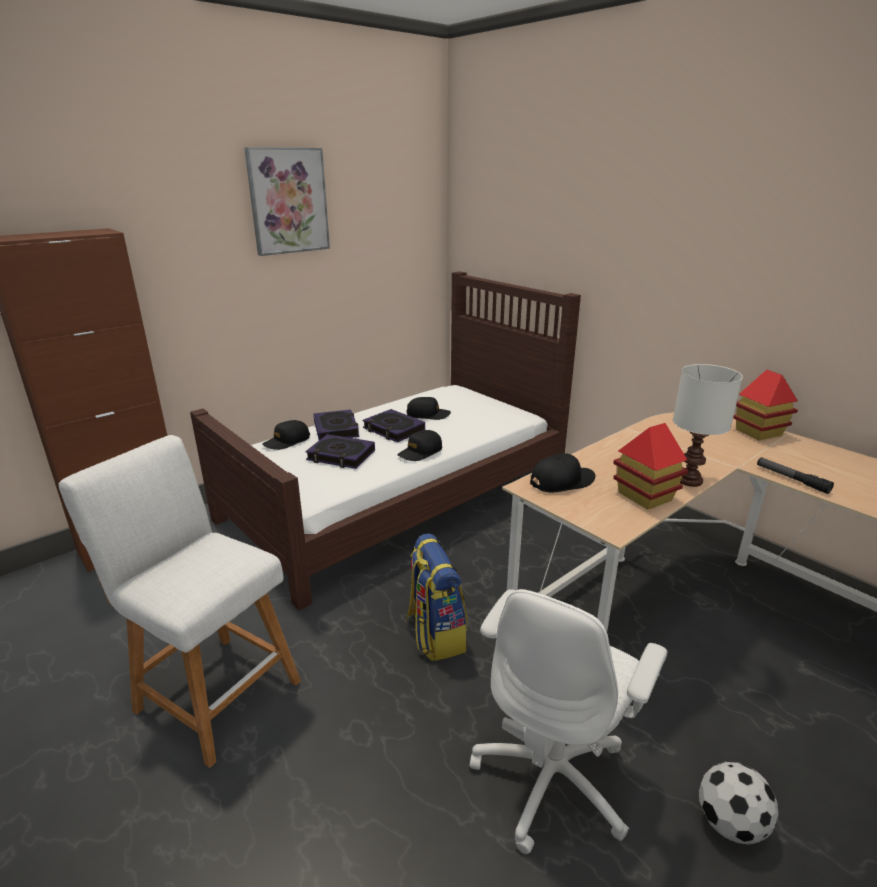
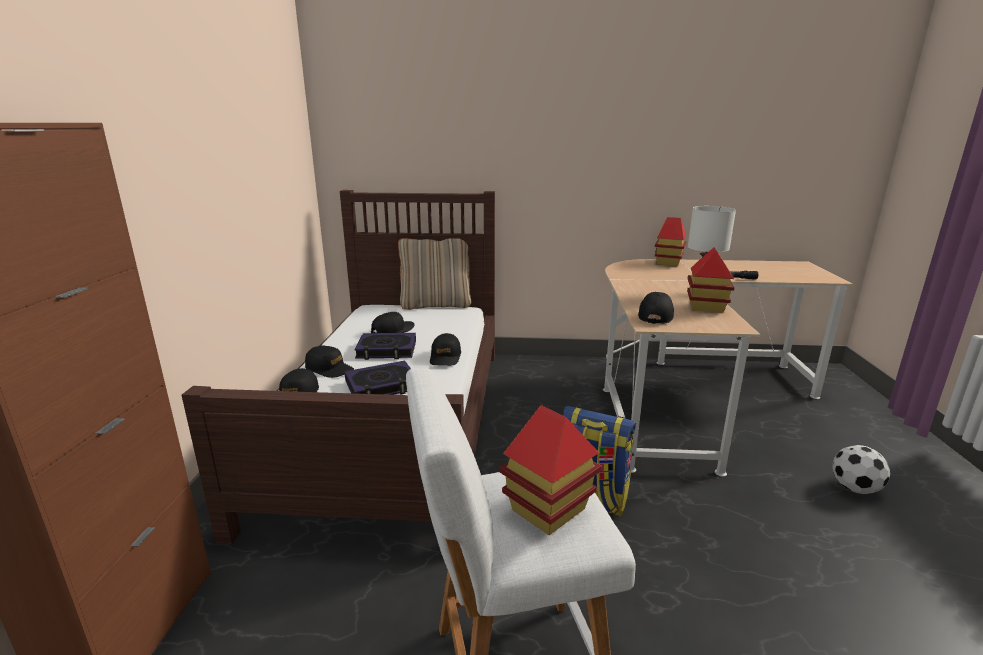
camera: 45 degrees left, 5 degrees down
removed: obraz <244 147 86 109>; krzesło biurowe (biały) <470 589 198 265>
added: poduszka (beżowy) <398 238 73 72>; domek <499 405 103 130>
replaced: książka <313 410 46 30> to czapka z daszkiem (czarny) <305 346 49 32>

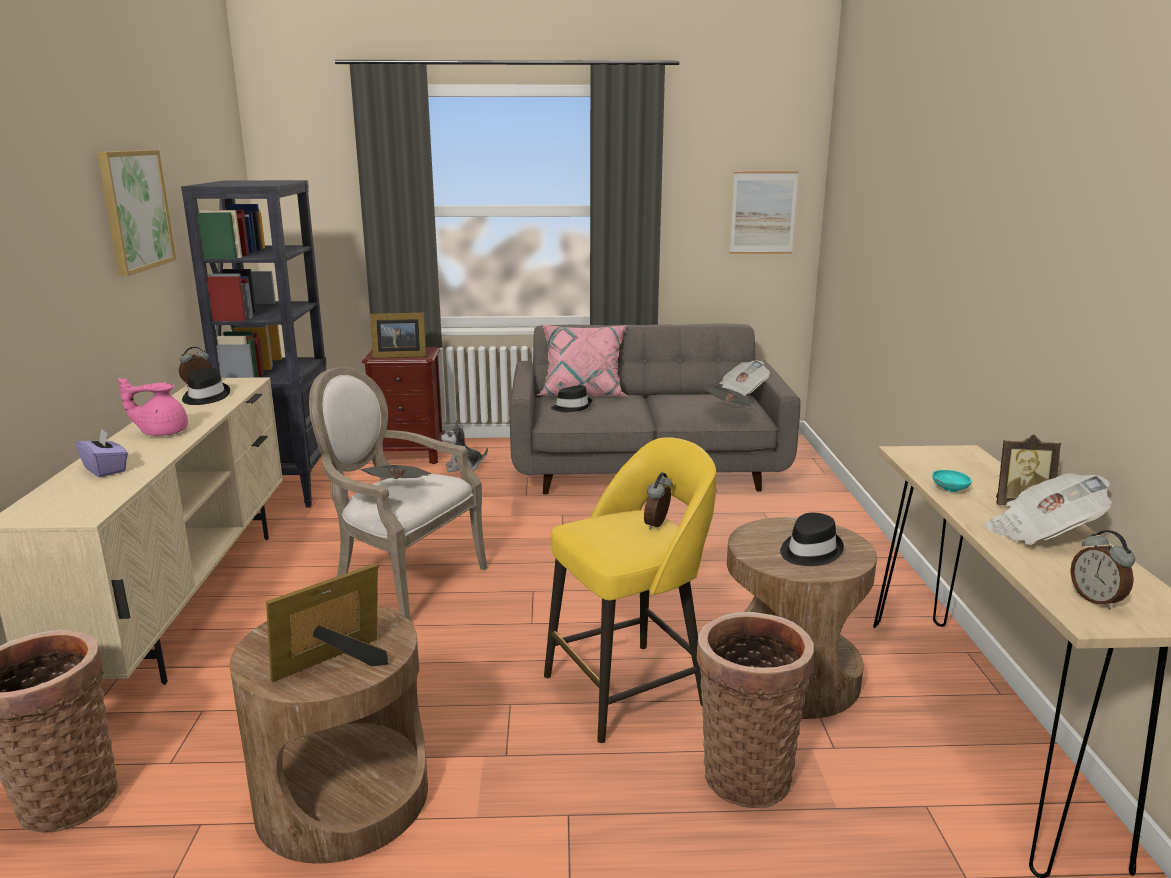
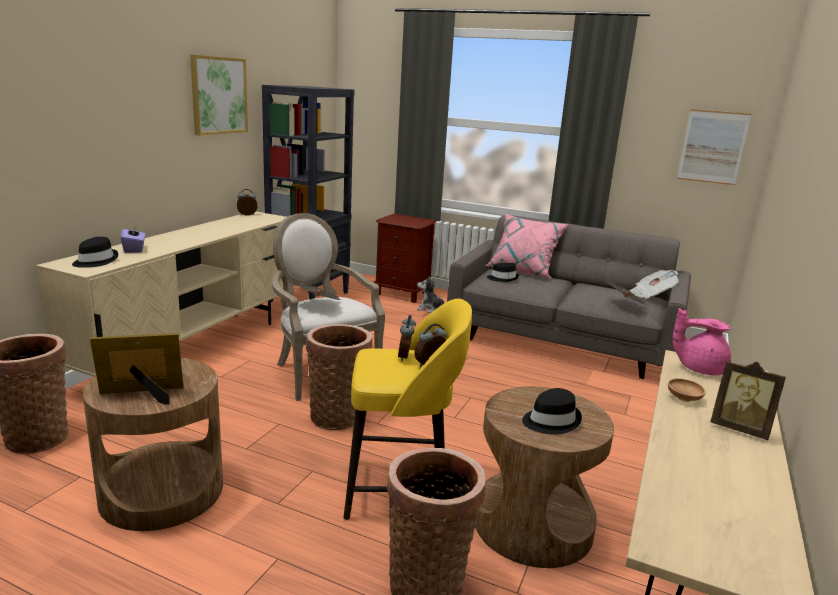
camera: 25 degrees right, 0 degrees up
removed: ramka na zdjęcie <370 312 56 46>; gazeta <985 473 127 72>
added: koszyk <306 324 66 106>
moved: kapelusz (czarny) <182 368 48 37> to <72 237 46 31>; imbryk (różowy) <118 378 70 58> to <673 308 58 68>; budzik <1070 530 65 80> to <398 315 18 46>
recoloured: miska (turkusowy) <932 470 40 22> to miska (brązowy) <668 378 38 24>

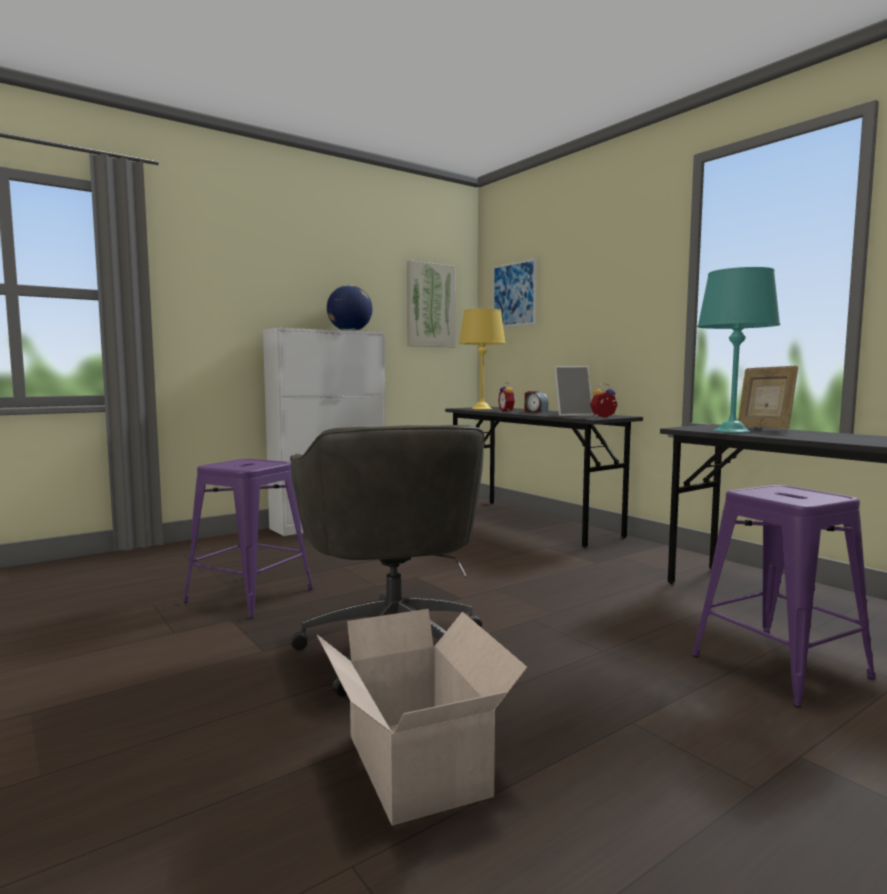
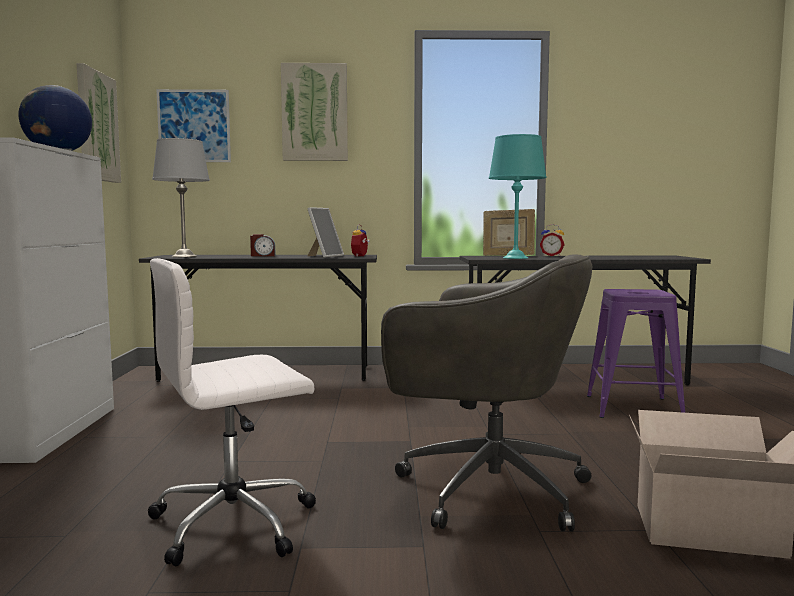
camera: 55 degrees left, 0 degrees up
added: obraz <281 63 67 98>
moved: budzik <498 382 18 30> to <540 224 25 32>
replaced: stołek (fioletowy) <183 459 130 159> to krzesło biurowe (biały) <148 258 168 309>
recoloured: lampa stołowa (żółty) <459 309 47 101> to lampa stołowa (szary) <152 138 58 119>

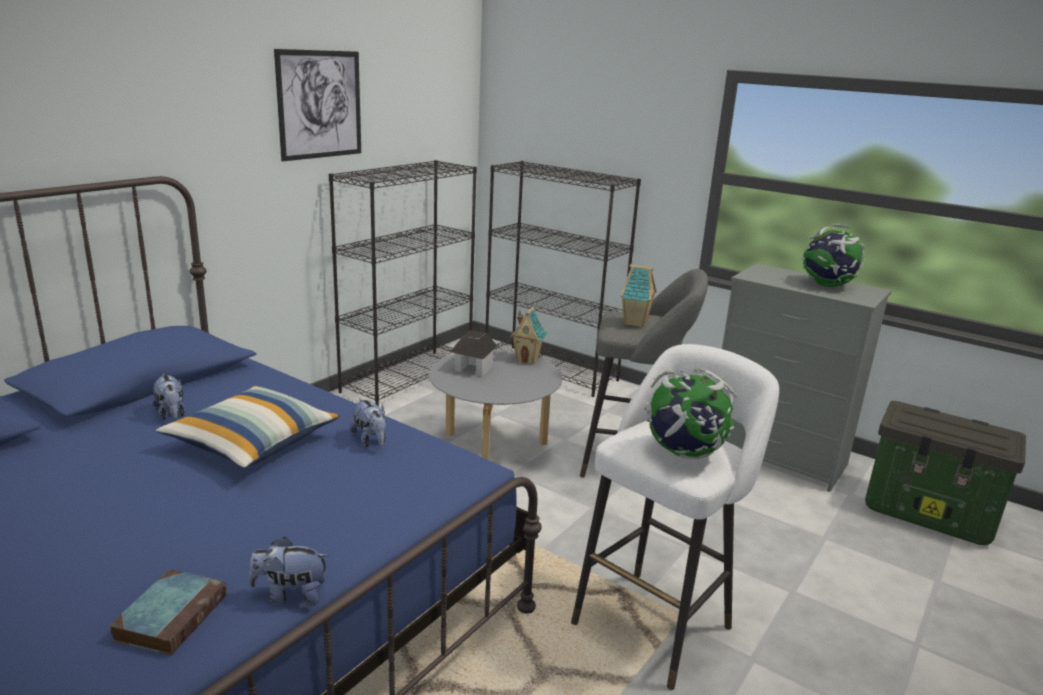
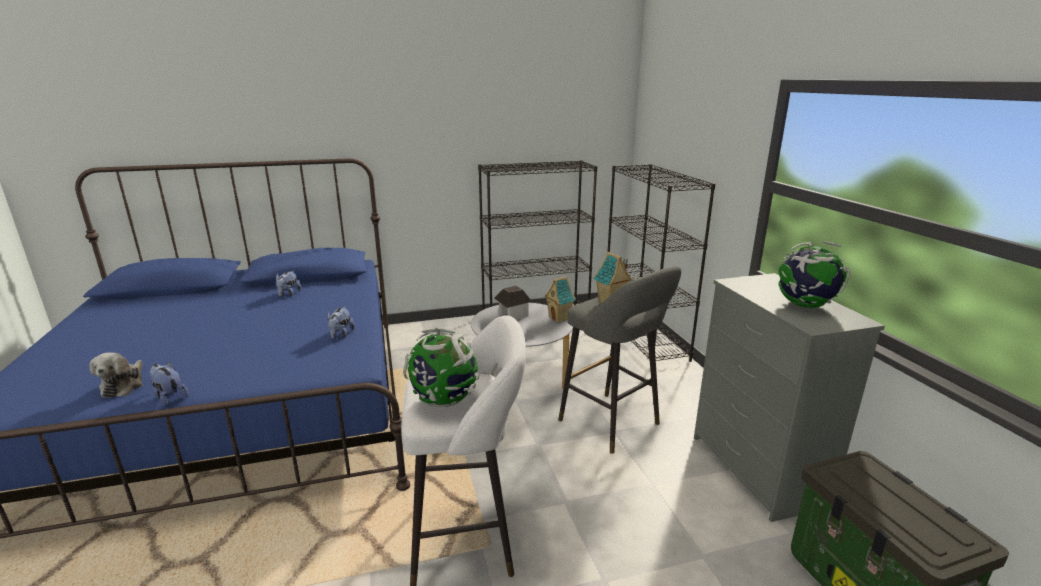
camera: 40 degrees right, 0 degrees up
removed: obraz <274 49 87 112>; poduszka <156 386 184 82>
replaced: książka <109 569 118 87> to pluszak <89 352 54 46>

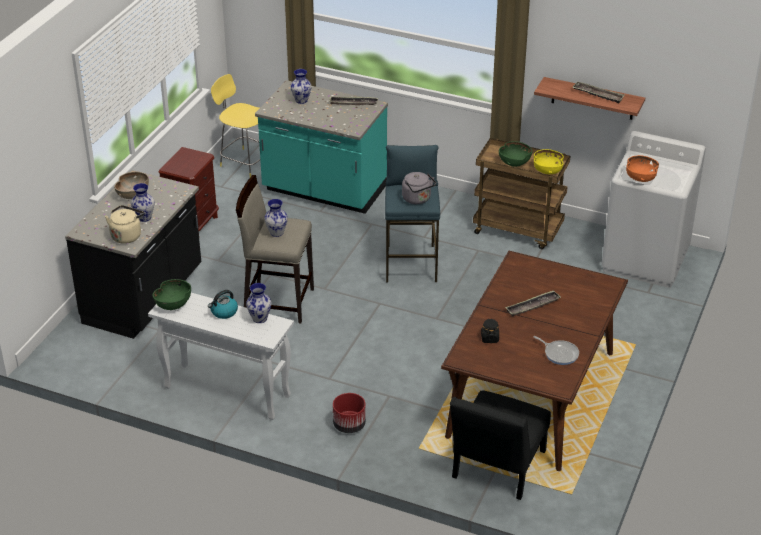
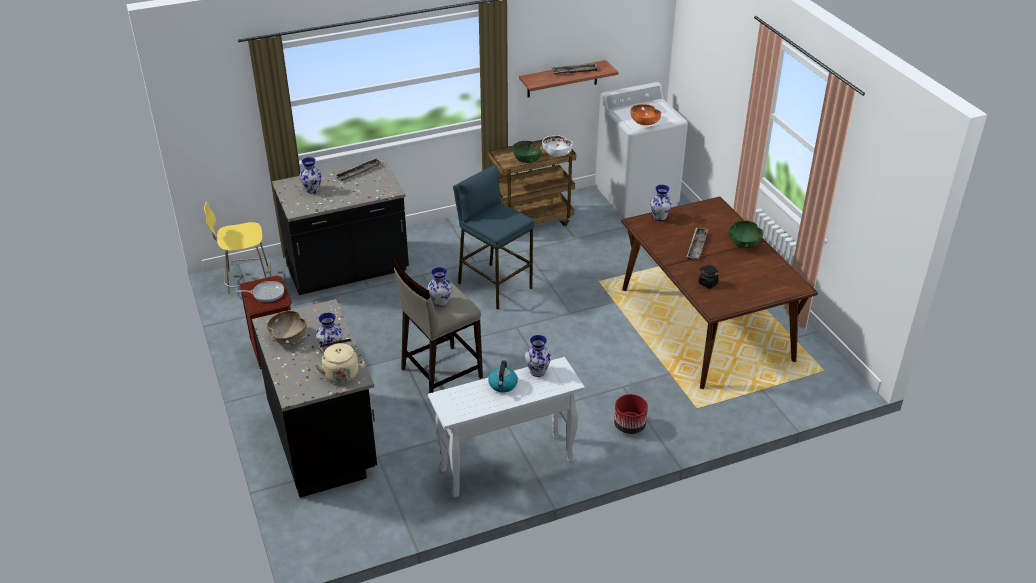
camera: 45 degrees left, 0 degrees up
removed: czajnik (szary) <402 172 34 32>; krzesło (czarny) <450 390 101 110>
added: wazon <650 185 22 36>
moved: miska (zielony) <153 279 38 31> to <728 221 35 28>; patelnia <534 336 45 29> to <236 281 48 21>
recoloured: zabudowa kuchenna (turkusowy) <255 80 133 134> to zabudowa kuchenna (czarny) <272 159 137 136>; miska (żółty) <534 149 30 25> to miska (biały) <542 135 31 22>

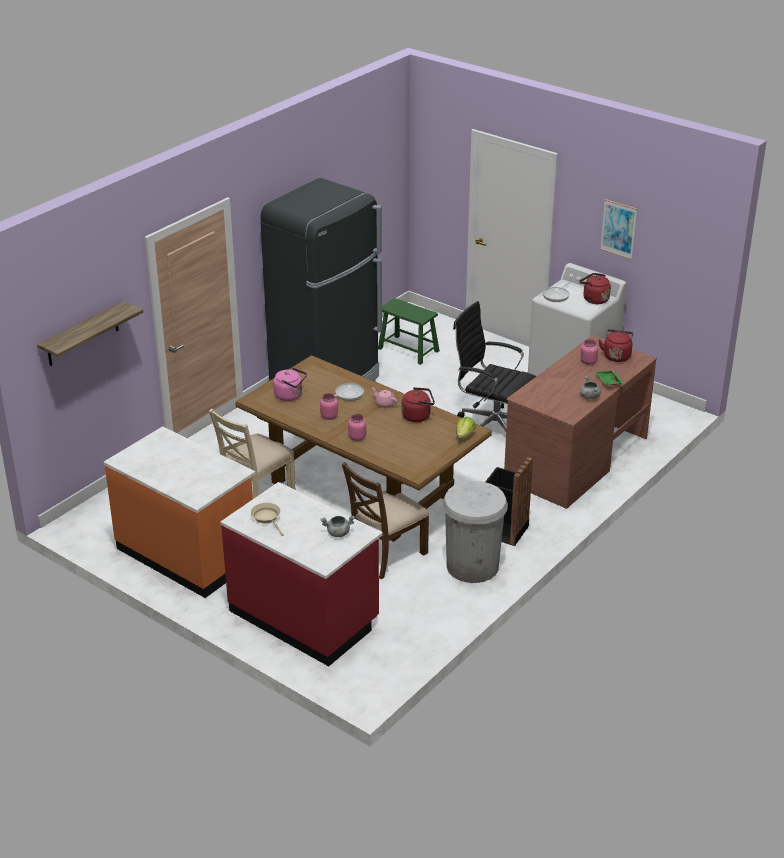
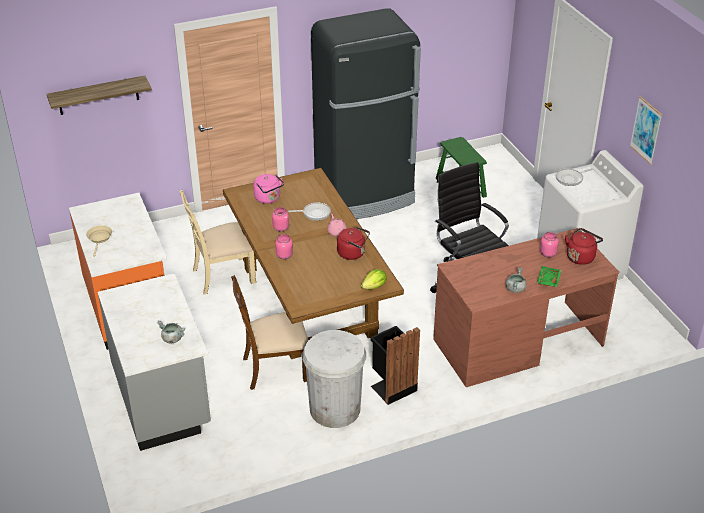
camera: 30 degrees right, 5 degrees up
removed: czajnik (czerwony) <579 273 32 31>
moved: patelnia (beżowy) <251 503 33 33> to <86 225 26 32>
recoloured: zabudowa kuchenna (czerwony) <220 482 163 184> to zabudowa kuchenna (szary) <98 273 113 178>

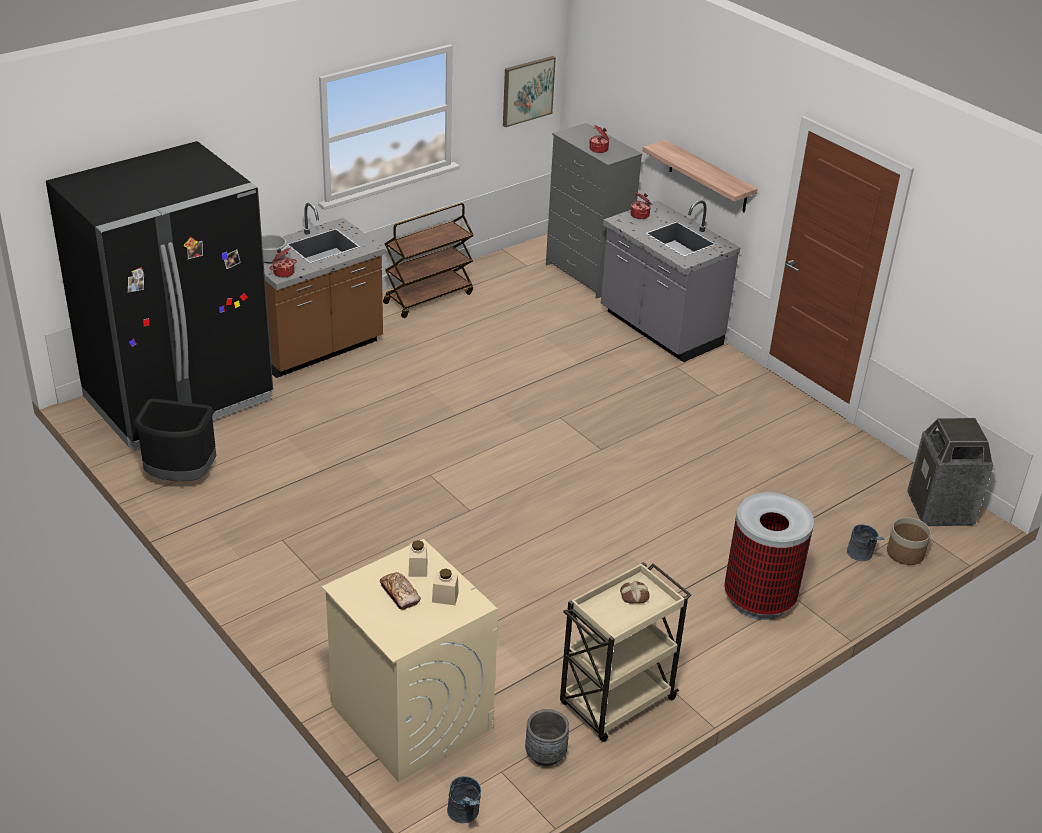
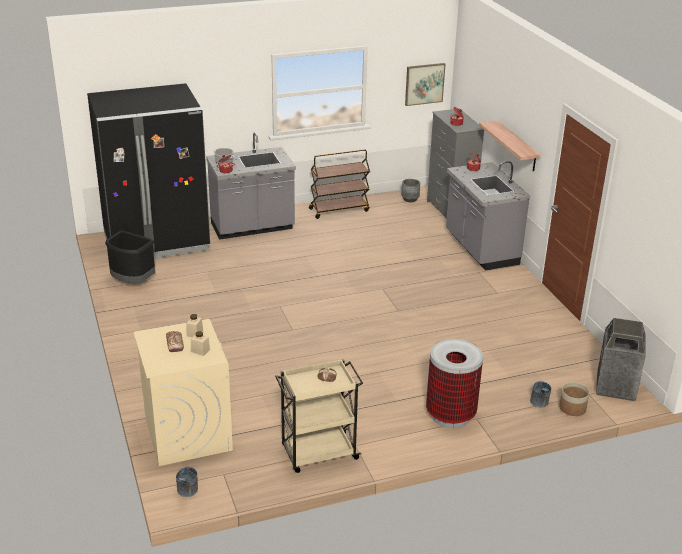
camera: 20 degrees right, 5 degrees down
moved: donica (szary) <525 709 44 57> to <402 179 18 23>
recoloured: zabudowa kuchenna (brązowy) <264 203 121 175> to zabudowa kuchenna (szary) <206 132 90 108>

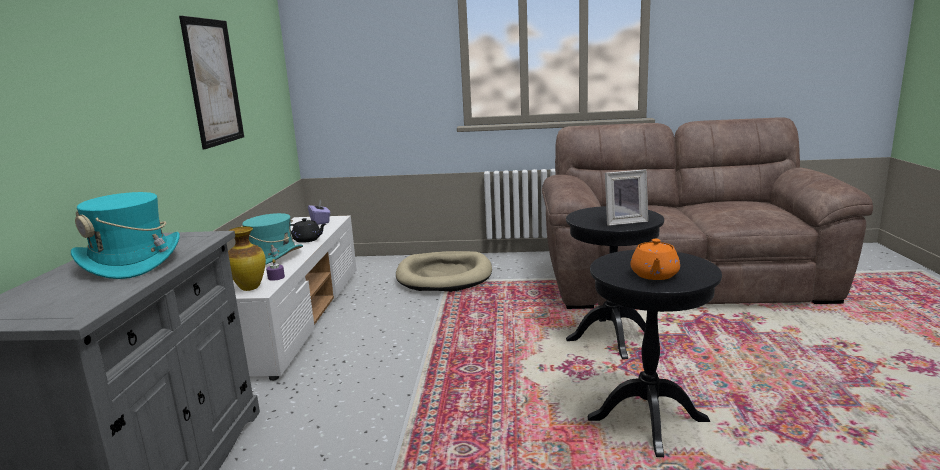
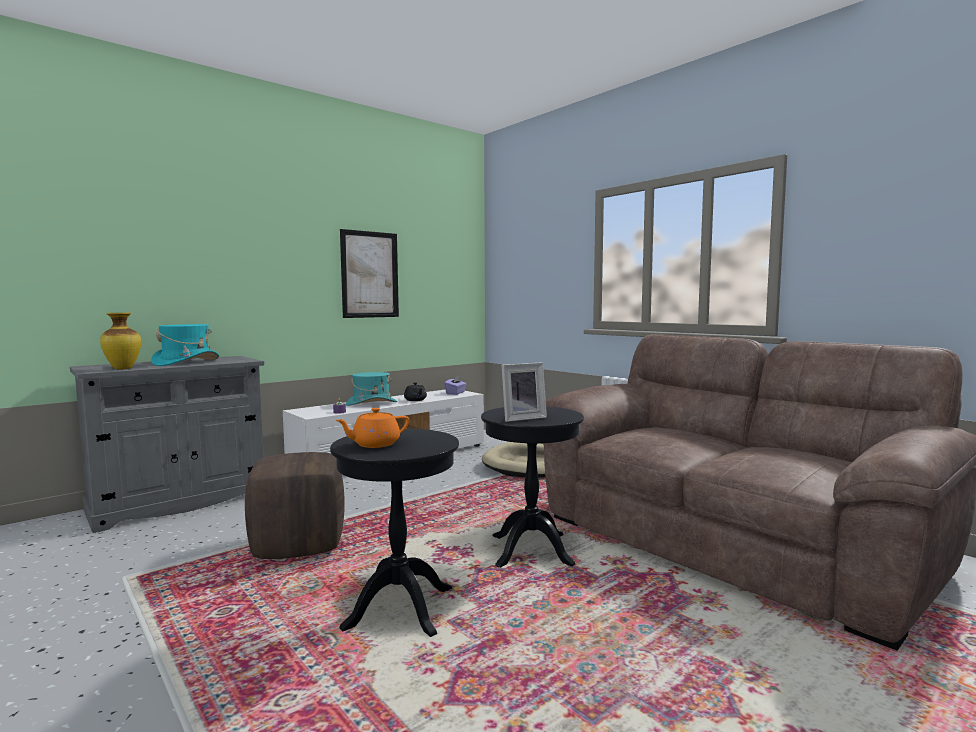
camera: 45 degrees right, 10 degrees down
added: pufa (brązowy) <245 452 100 107>
moved: wazon <228 226 38 65> to <100 313 41 57>
turned: ramka na zdjęcie <605 169 43 57> = <501 362 46 60> 60 degrees counterclockwise

